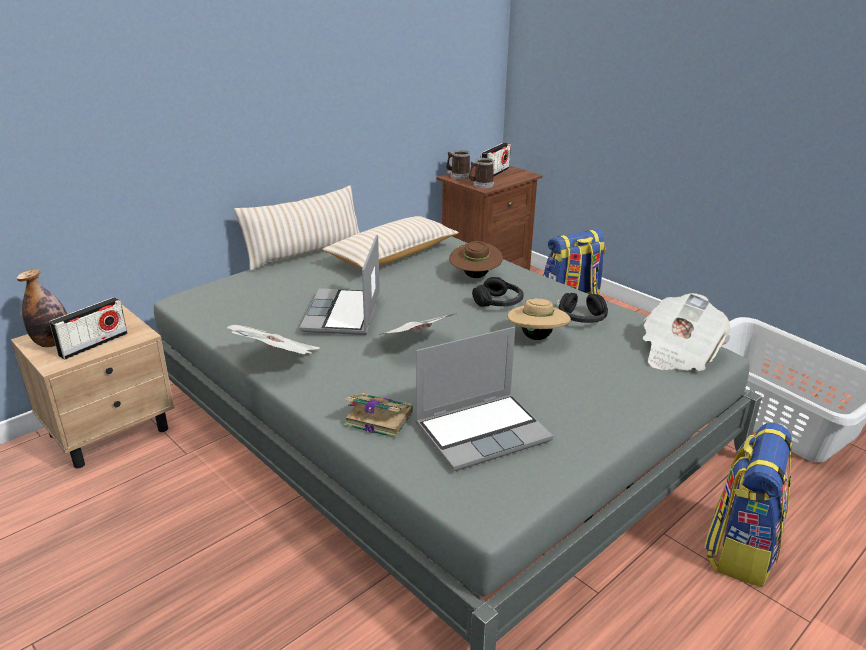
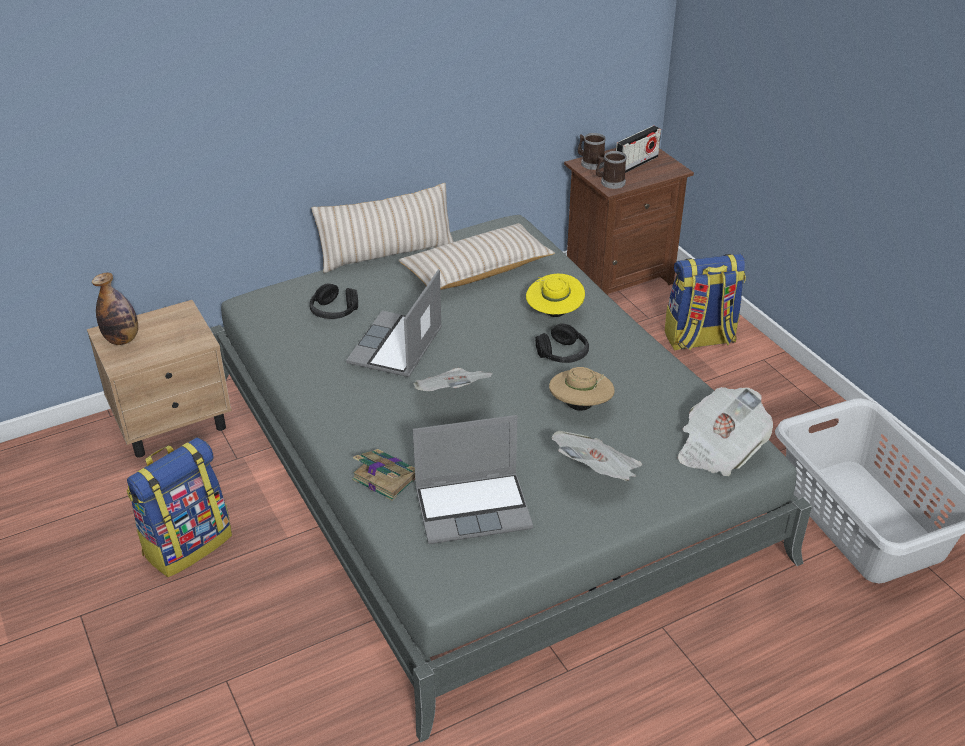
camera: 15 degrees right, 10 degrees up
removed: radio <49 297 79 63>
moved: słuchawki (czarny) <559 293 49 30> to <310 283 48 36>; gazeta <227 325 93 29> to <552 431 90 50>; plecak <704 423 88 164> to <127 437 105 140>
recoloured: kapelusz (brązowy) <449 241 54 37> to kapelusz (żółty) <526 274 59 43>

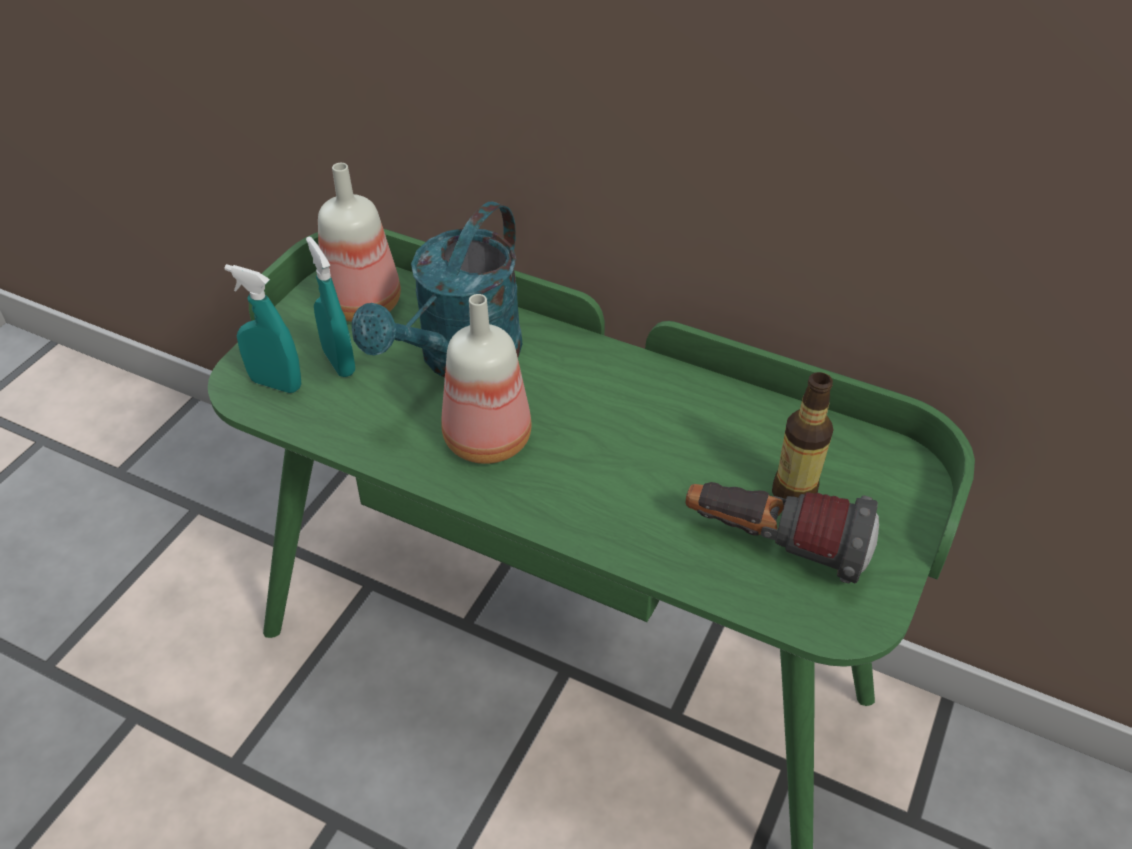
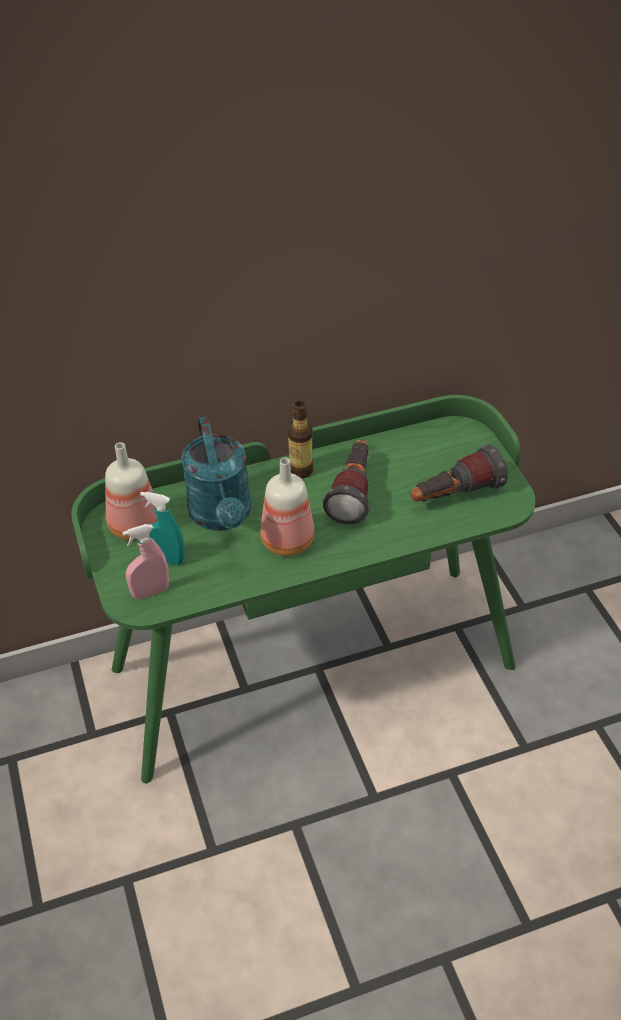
camera: 45 degrees left, 0 degrees up
added: latarka <323 440 47 84>
moved: butelka <772 372 62 127> to <288 401 25 78>
recoloured: spryskiwacz (turkusowy) <224 264 77 129> to spryskiwacz (różowy) <122 524 47 75>

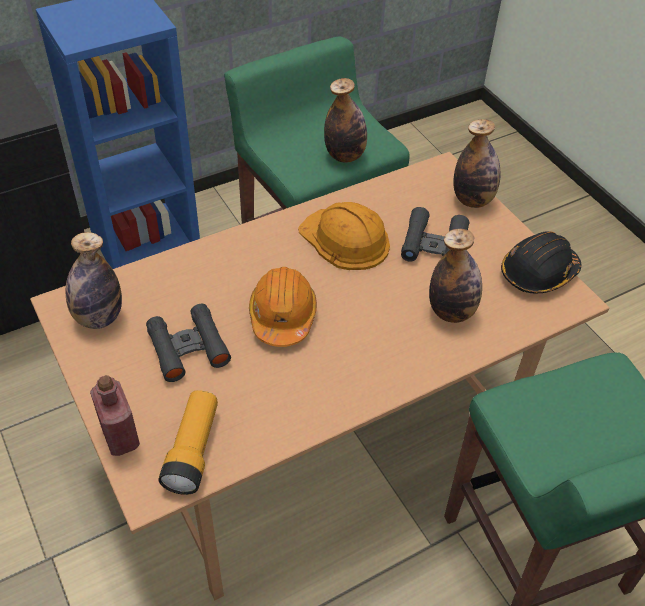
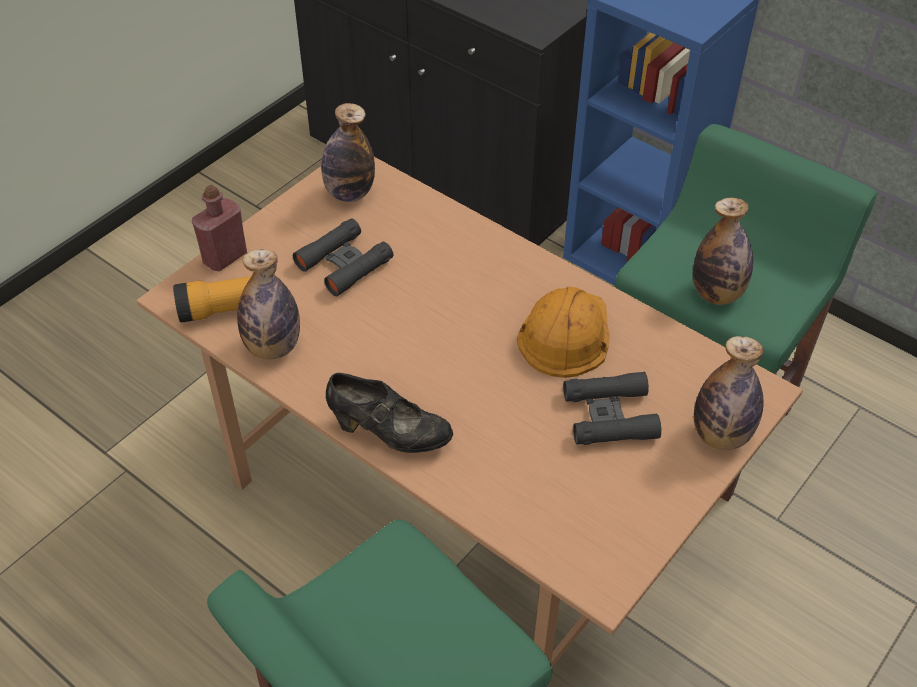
camera: 70 degrees right, 0 degrees up
removed: kask (czarny) <501 231 80 62>; kask (pomarańczowy) <249 267 68 80>
added: but (czarny) <326 373 127 80>
moved: butelka <429 229 53 94> to <237 249 63 111>

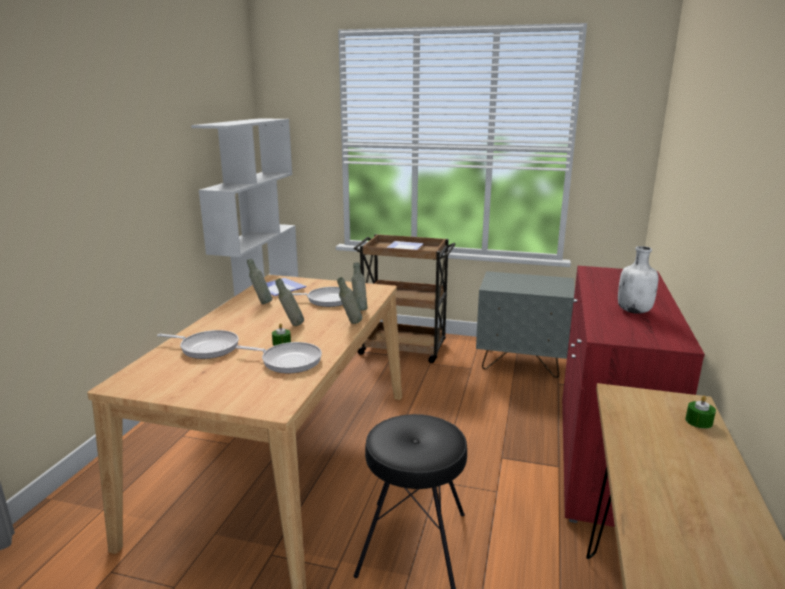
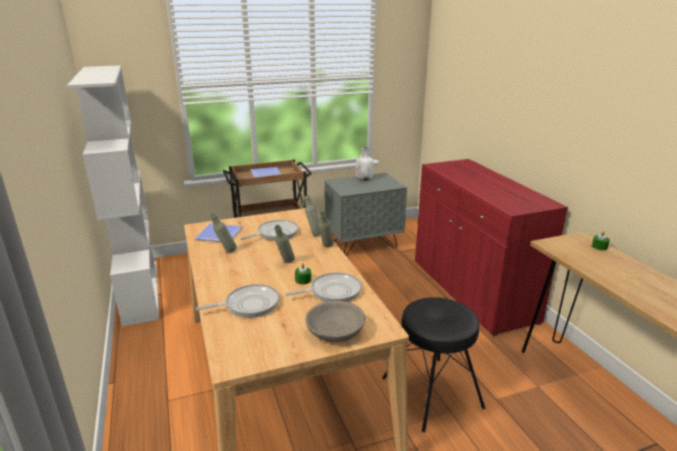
camera: 35 degrees left, 5 degrees up
added: miska (szary) <306 301 59 41>
moved: butelka (biały) <618 246 41 68> to <356 147 18 34>

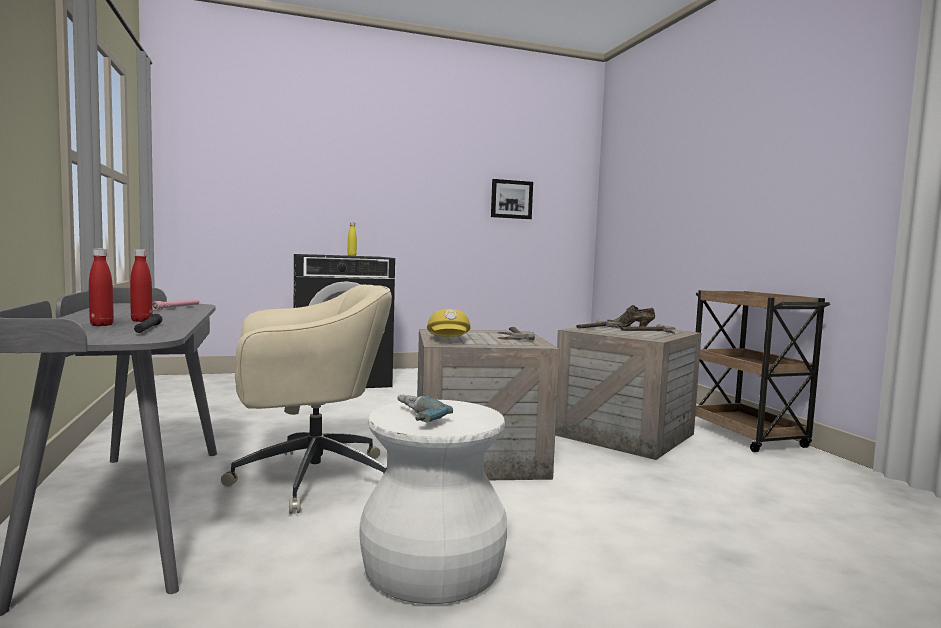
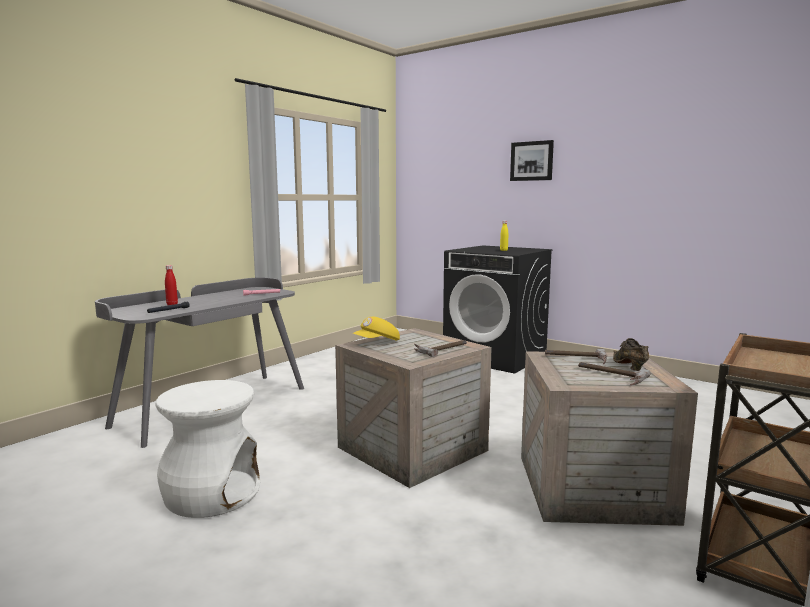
camera: 55 degrees right, 5 degrees up
removed: butelka (czerwony) <130 249 23 73>; krzesło biurowe (beżowy) <221 285 171 229>; wiertarka <397 395 56 27>
moved: obraz <491 179 42 40> to <510 140 44 41>

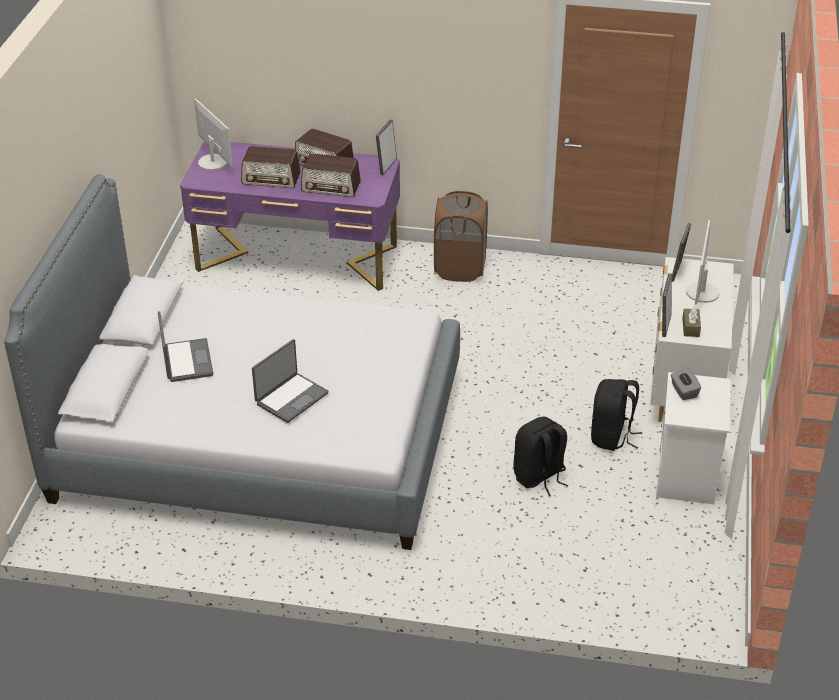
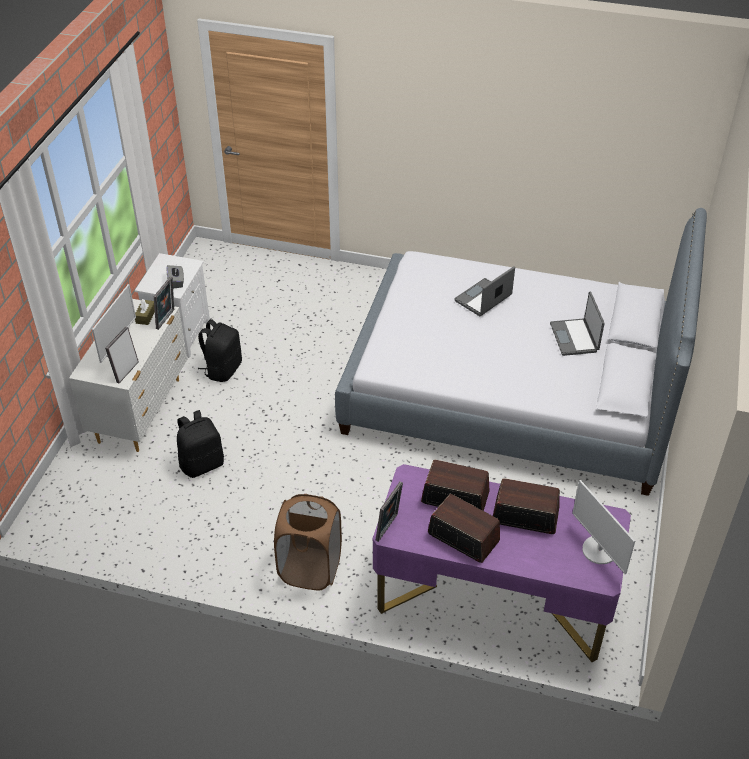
camera: 175 degrees left, 5 degrees up
moved: plecak (czarny) <513 417 56 80> to <177 410 47 68>

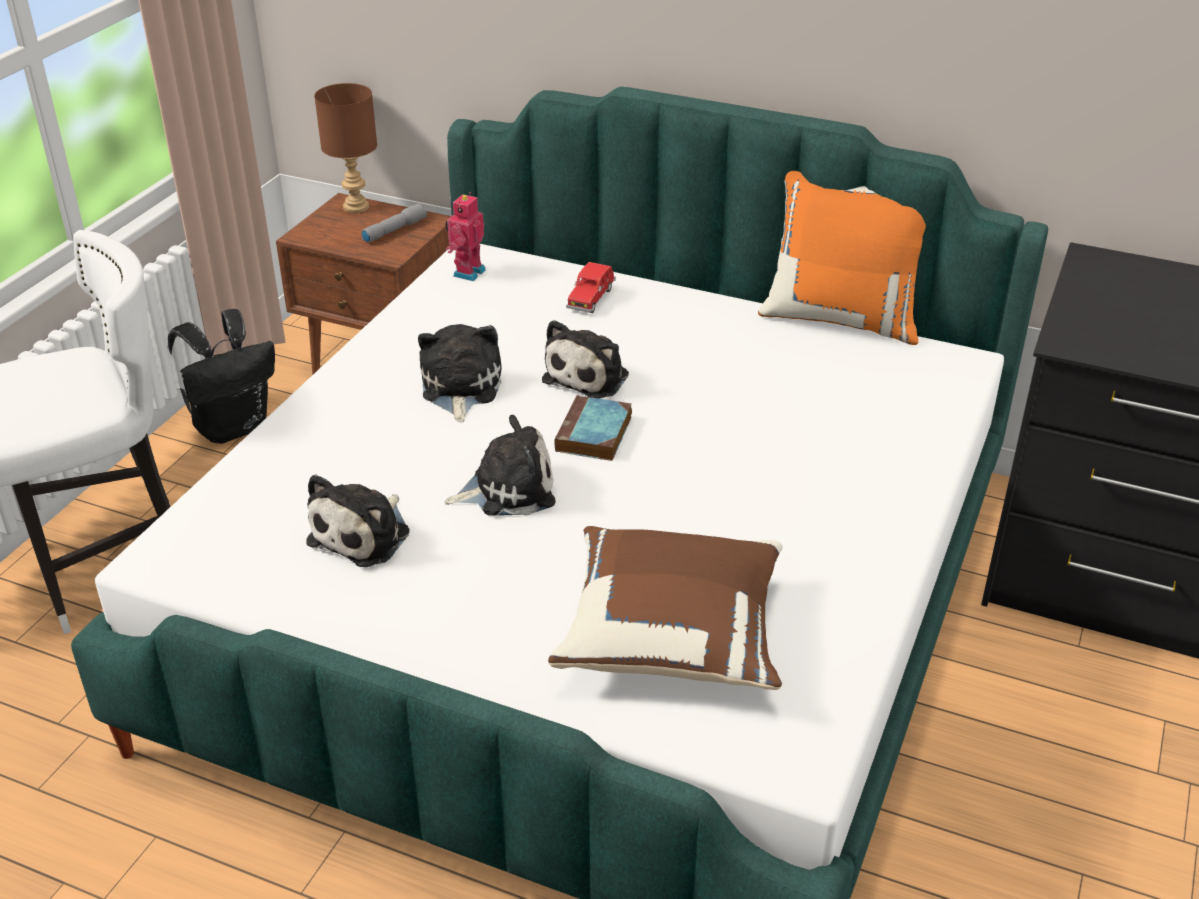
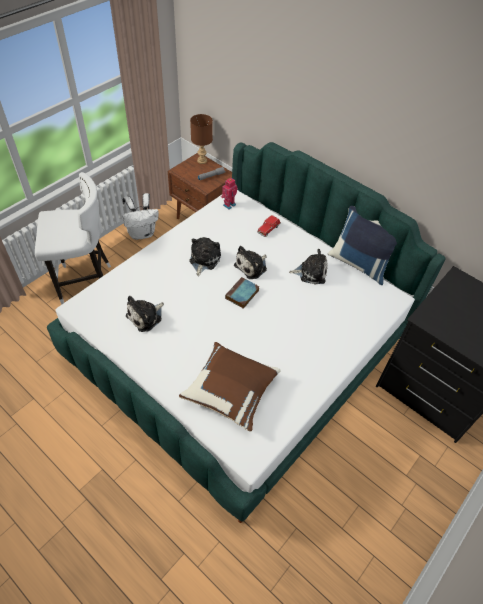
camera: 15 degrees right, 15 degrees up
moved: pluszak <444 415 112 101> to <289 249 39 36>
recoloured: poduszka (pomarańczowy) <758 171 168 174> to poduszka (niebieski) <328 206 69 79>; plecak (czarny) <168 309 107 135> to plecak (biały) <122 193 37 47>

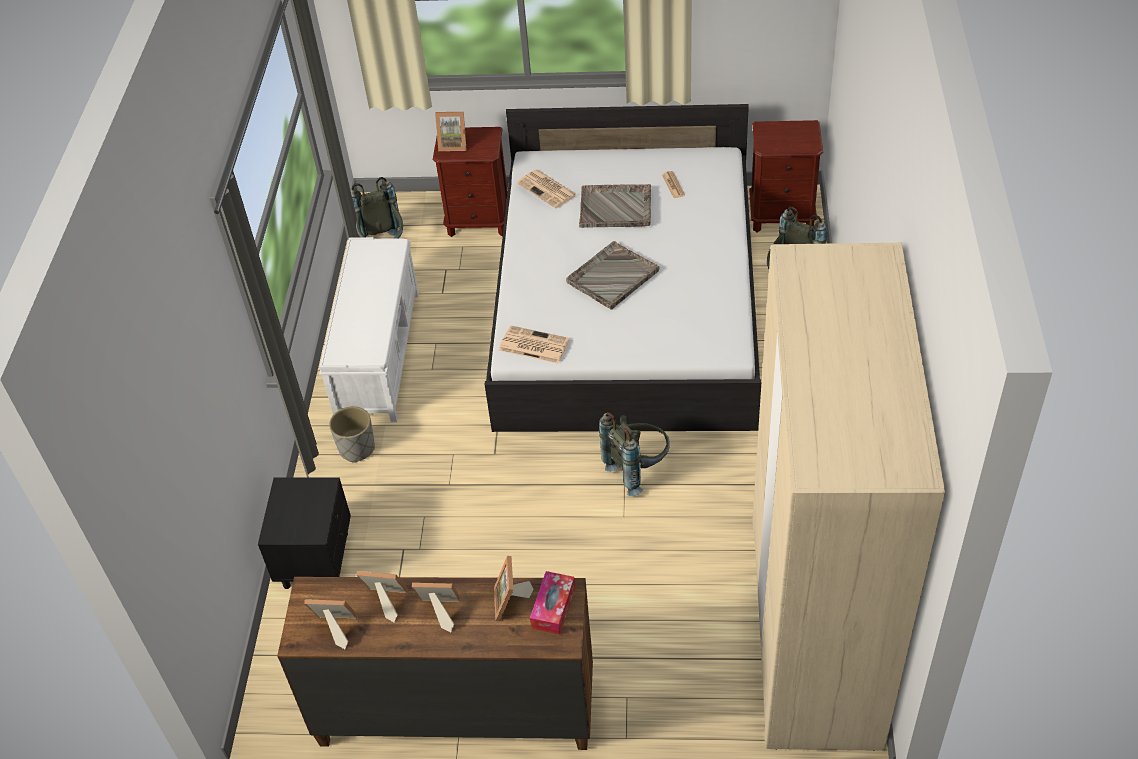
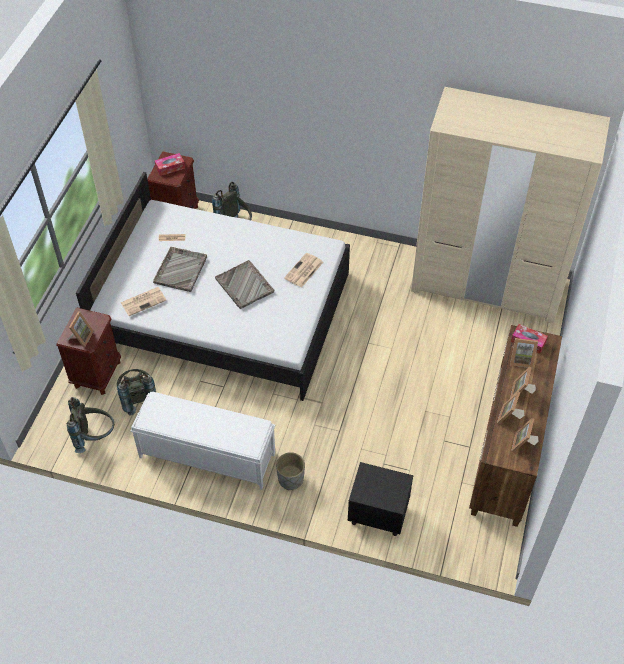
camera: 80 degrees left, 5 degrees up
added: pudełko chusteczek <155 153 30 23>
moved: gazeta <499 325 71 39> to <284 253 39 35>; plecak (szary) <599 412 71 84> to <117 369 39 46>

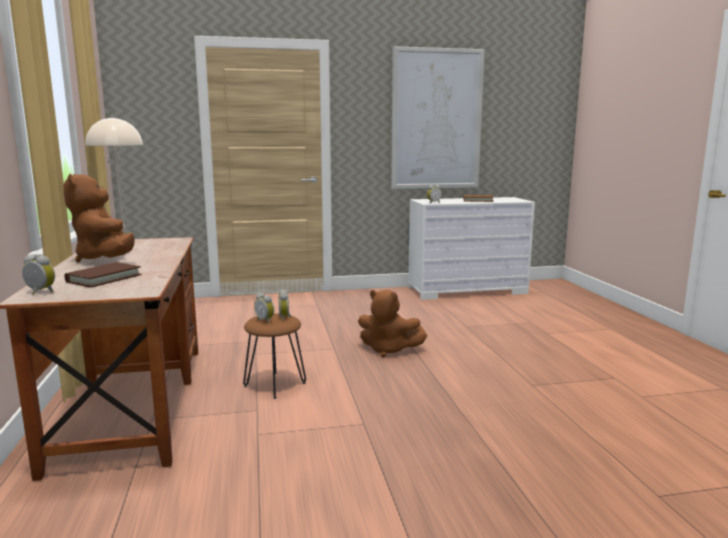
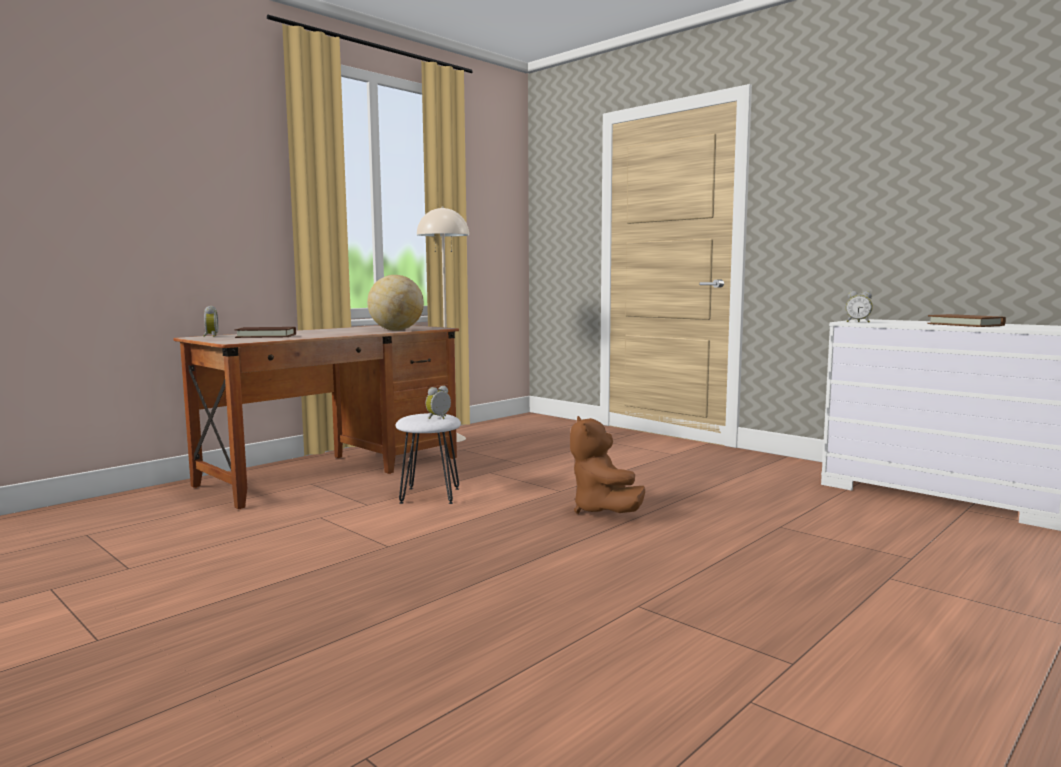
camera: 55 degrees right, 5 degrees down
removed: obraz <391 46 94 143>; pluszak (brązowy) <64 174 71 89>; budzik <254 293 20 30>
added: globus <367 275 57 56>
recoloured: stołek (brązowy) <243 314 63 85> to stołek (biały) <395 413 66 91>

